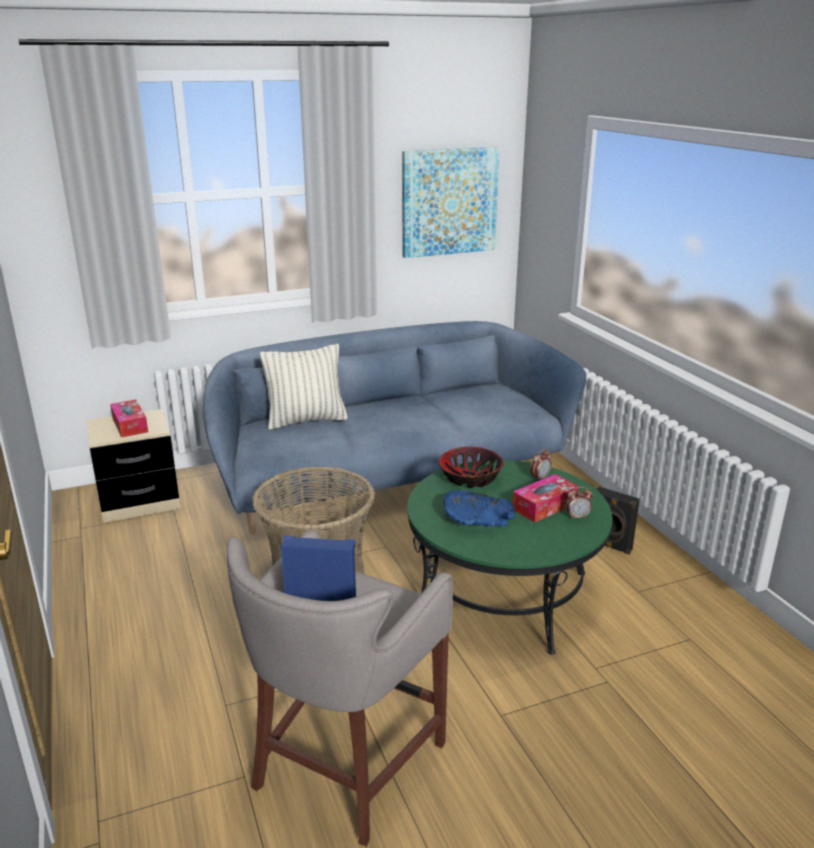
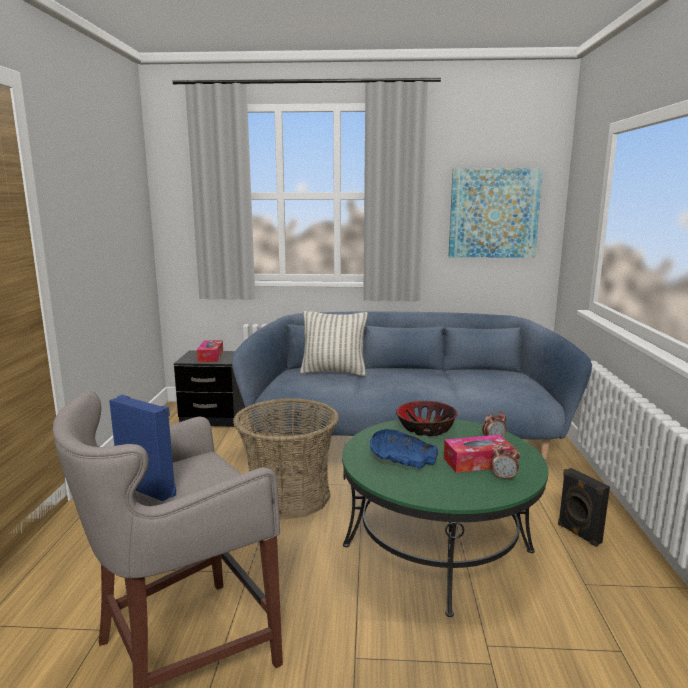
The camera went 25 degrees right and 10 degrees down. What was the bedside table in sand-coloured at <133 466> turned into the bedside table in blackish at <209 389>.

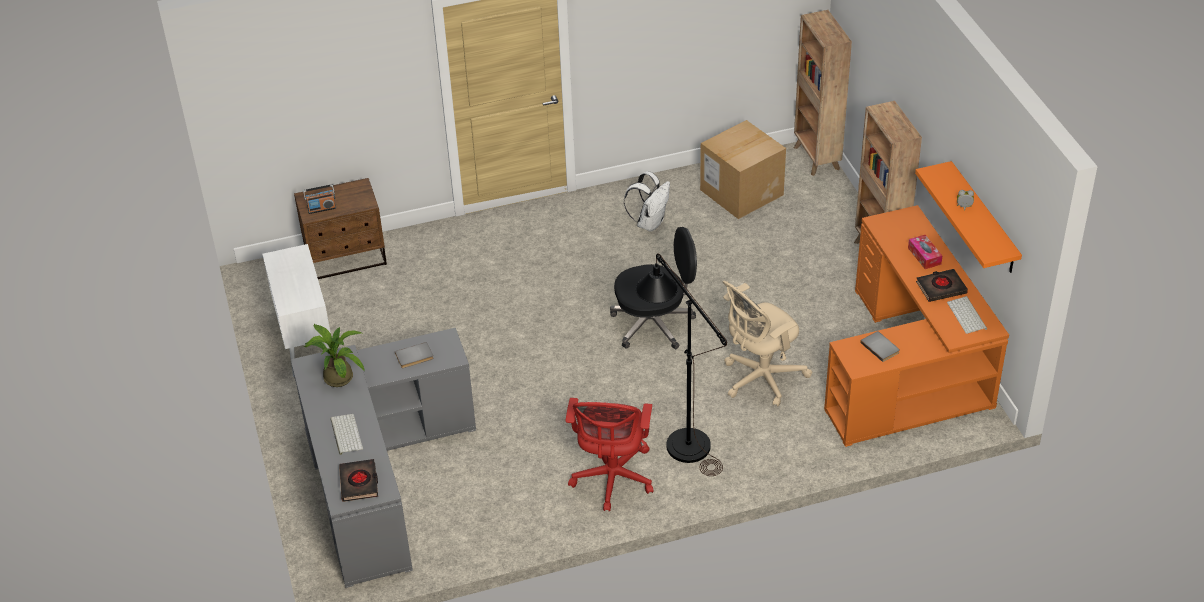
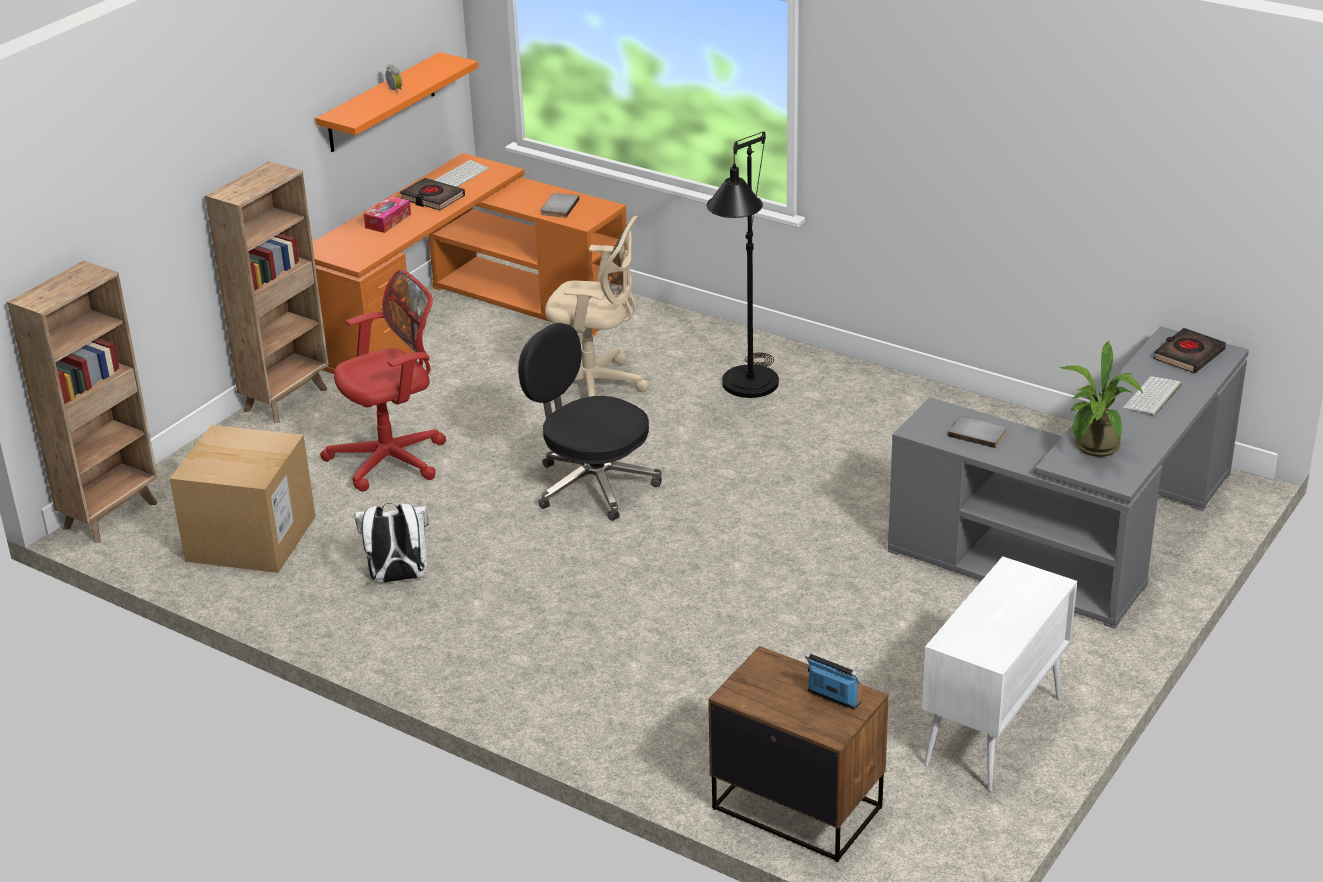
The camera went 130 degrees left and 10 degrees down. The office chair in reddish ended up elsewhere, having gone from <610 455> to <383 381>.

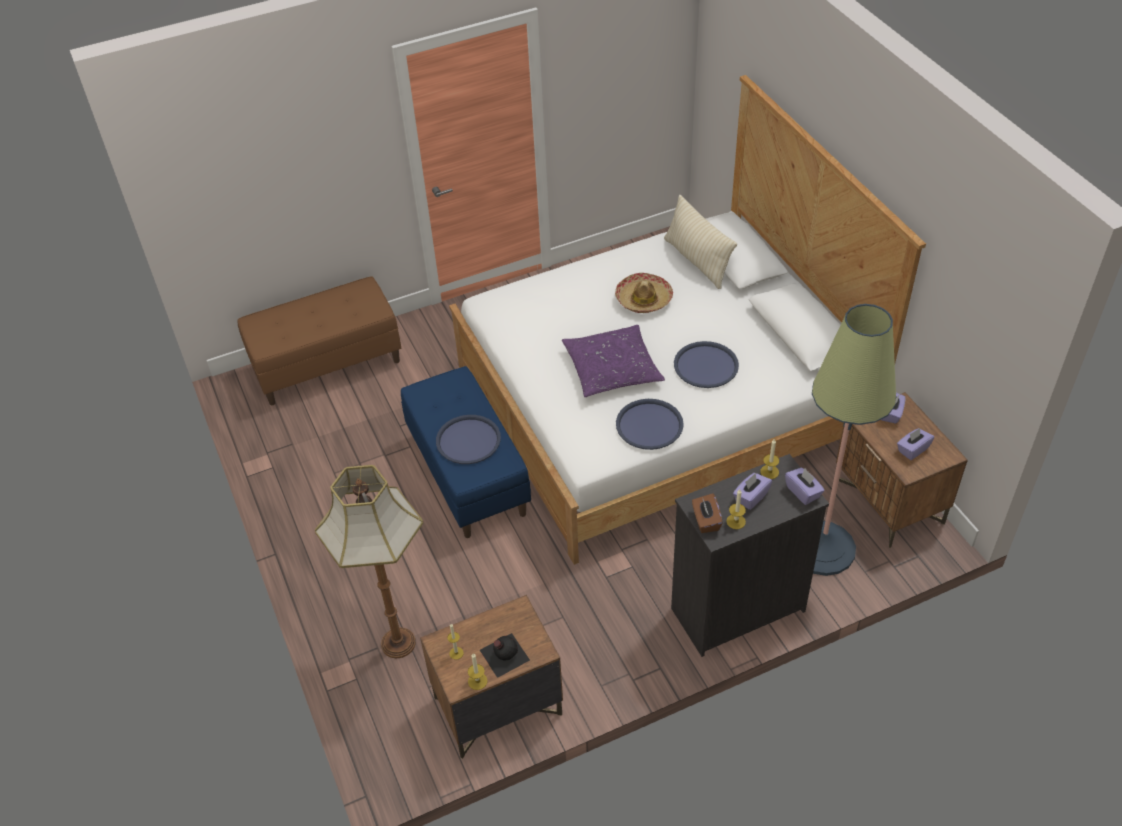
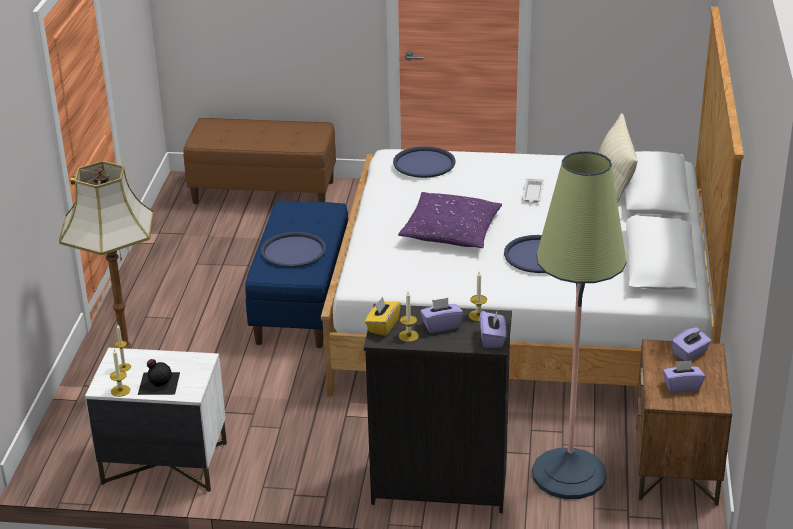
The camera went 30 degrees right and 15 degrees down. The carrying tray in blue-coloured ended up elsewhere, having gone from <650 424> to <424 162>. Where the hat stood at <644 293>, the carrying tray in whitish came to stand at <533 190>. What was the bedside table in brown-coloured at <491 677> turned into the bedside table in whitish at <156 420>. What was the tissue box in brown-coloured at <707 513> turned into the tissue box in yellowish at <383 316>.

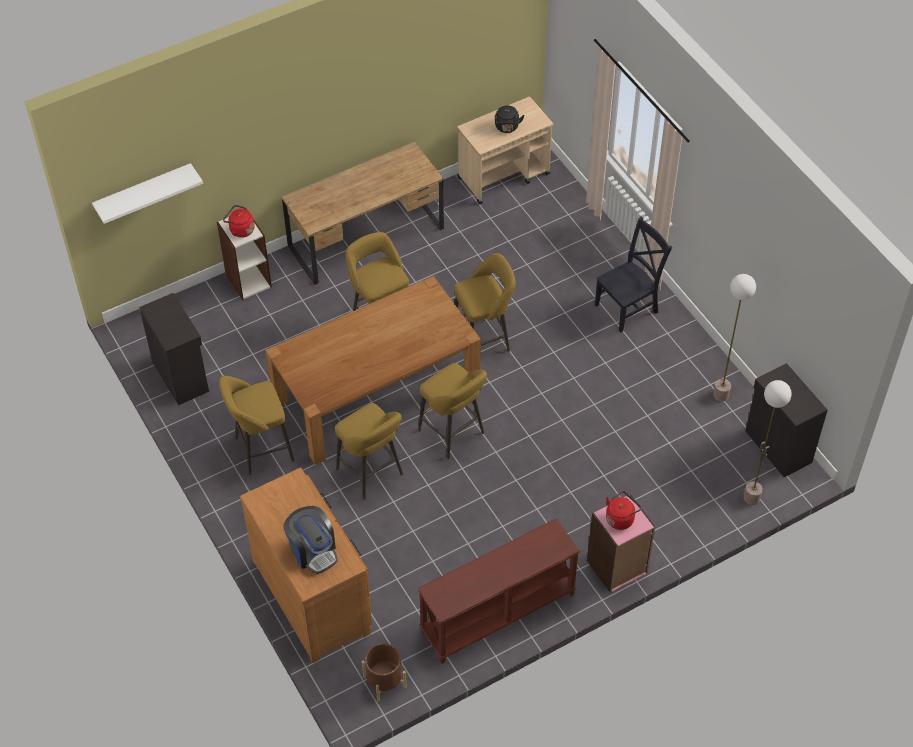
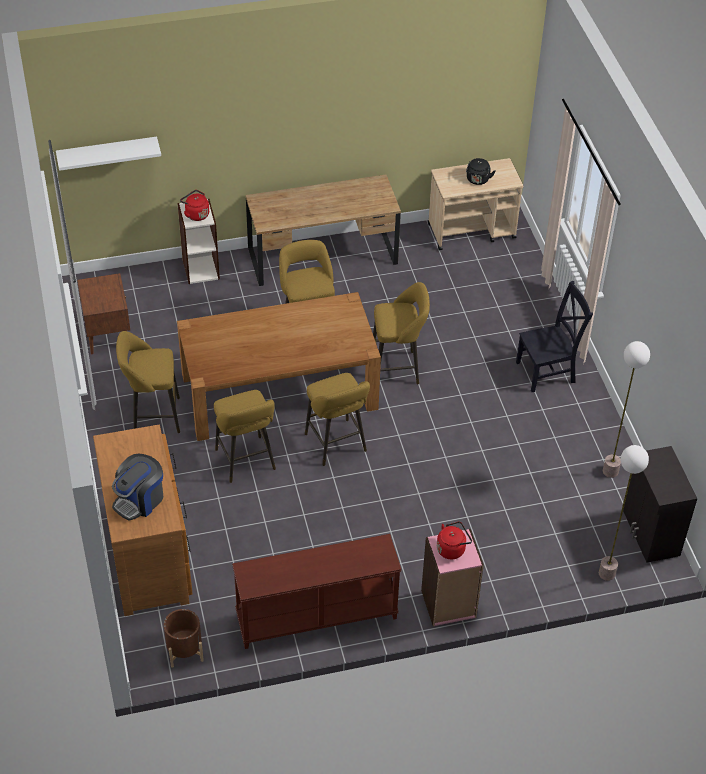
The camera went 15 degrees right and 5 degrees down. Where the storage cabinet in blackish stood at <174 349>, the bedside table in brown-coloured came to stand at <103 313>. The coffee brewer at <310 540> ended up facing another way, 60 degrees clockwise from before.

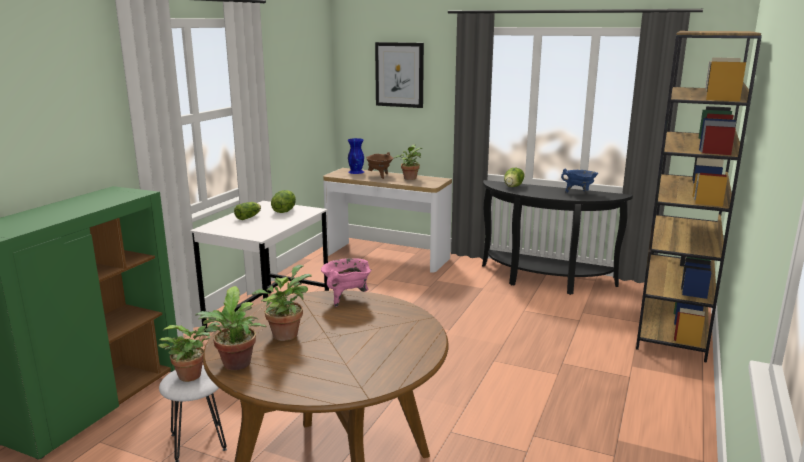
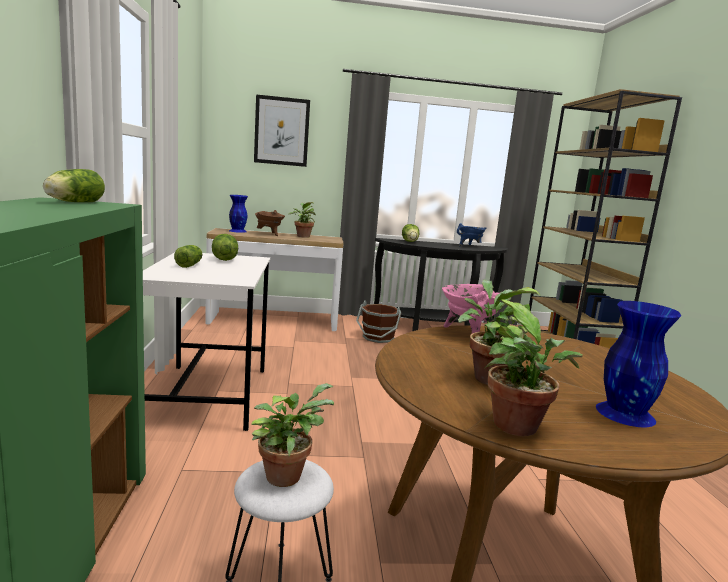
The camera went 30 degrees left and 5 degrees down. The second view gained the head of lettuce at <74 185>. The second view gained the water bucket in brown-coloured at <379 321>. The second view gained the vase in blue-coloured at <638 364>.

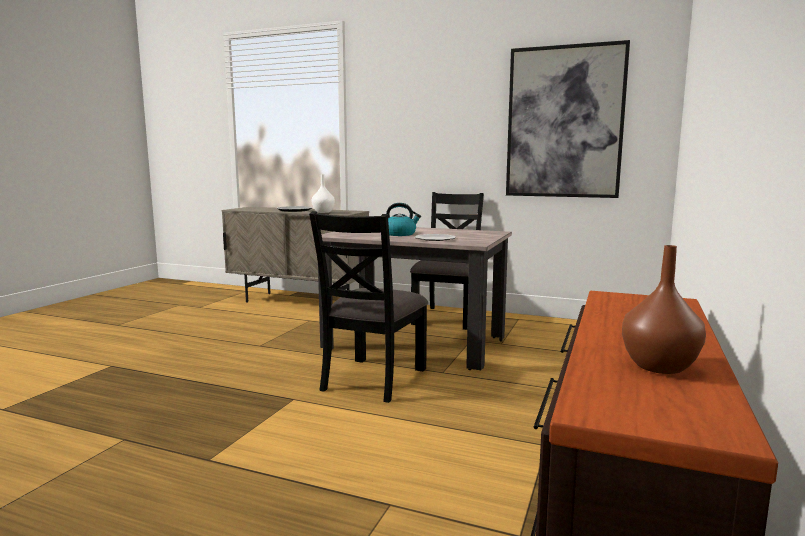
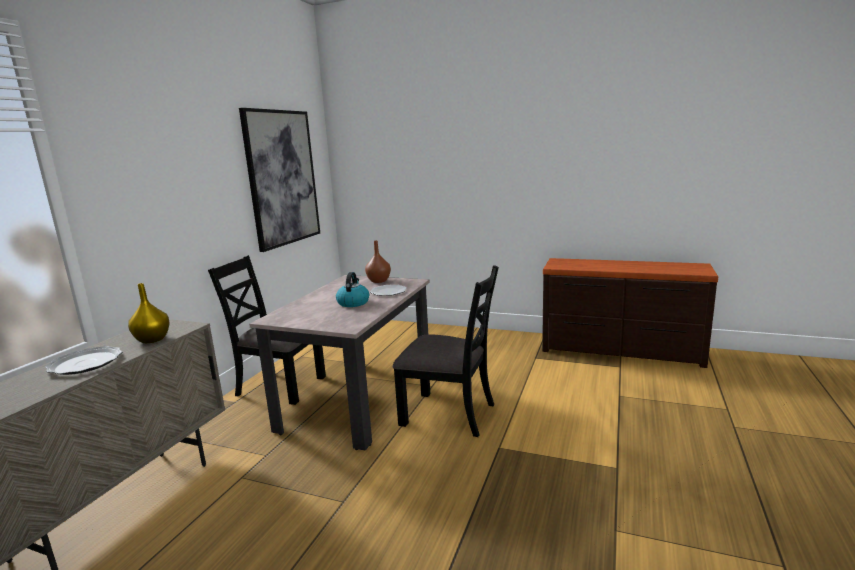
The camera went 90 degrees left and 5 degrees up. The vase in brown-coloured ended up elsewhere, having gone from <664 309> to <378 262>. What was the vase in whitish at <323 193> turned into the vase in yellowish at <149 313>.

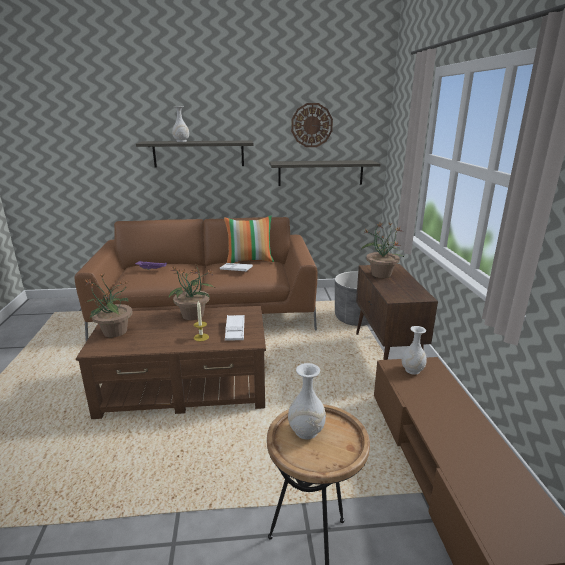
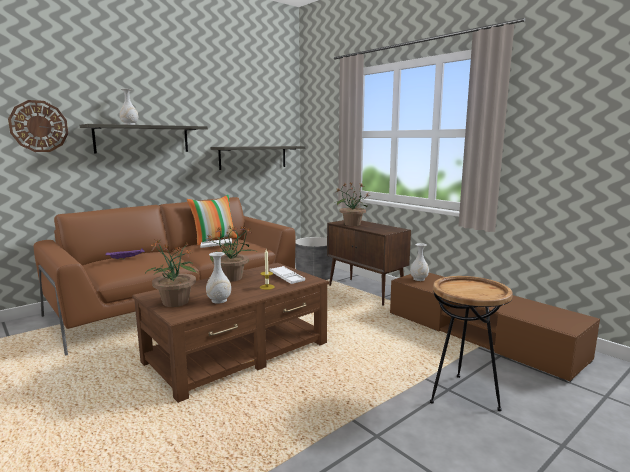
The camera went 35 degrees left and 10 degrees down. The vase in whitish ended up elsewhere, having gone from <307 401> to <218 278>. The clock on the wall ended up elsewhere, having gone from <312 125> to <38 126>.

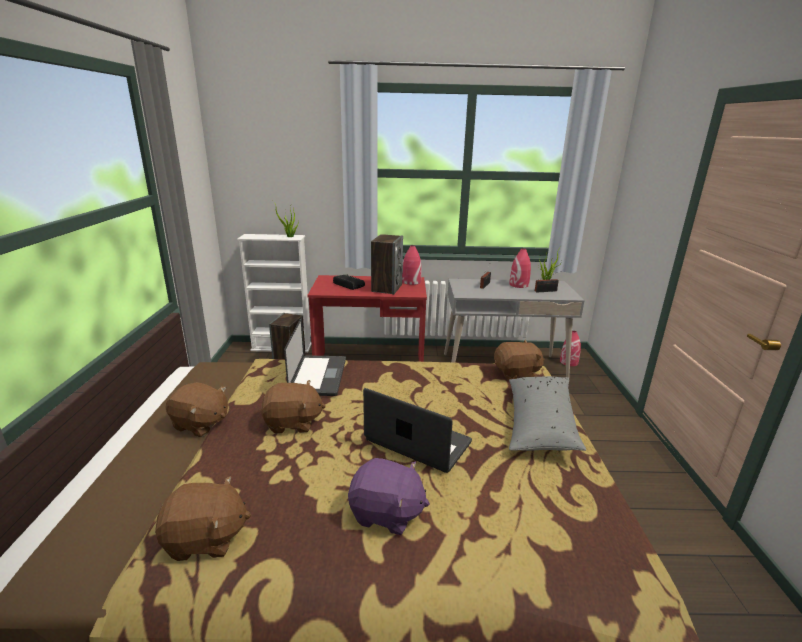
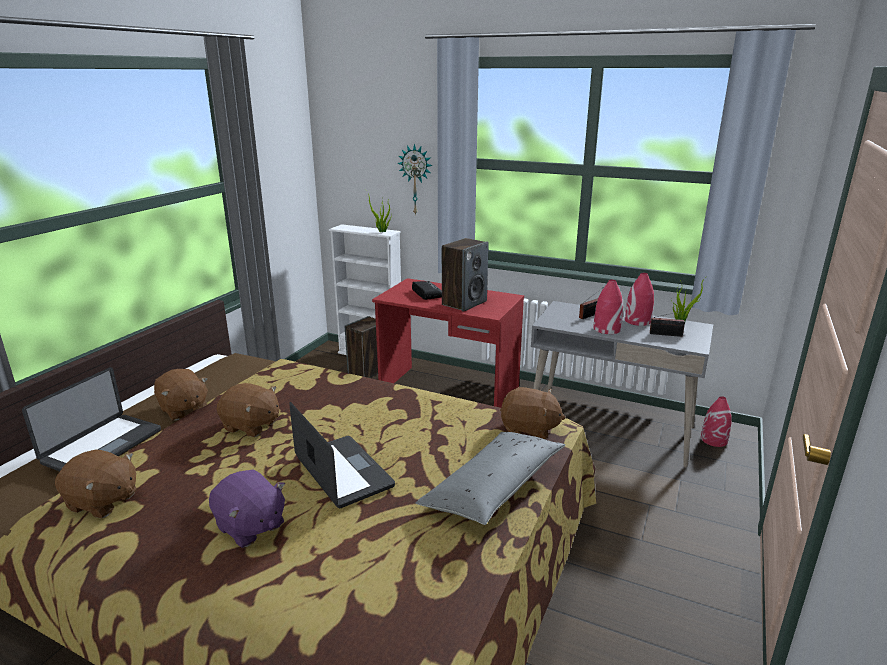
The camera went 25 degrees right and 0 degrees up. The second view gained the clock on the wall at <414 180>. The notebook computer ended up elsewhere, having gone from <315 356> to <91 419>. The vase in reddish ended up elsewhere, having gone from <411 265> to <608 306>.

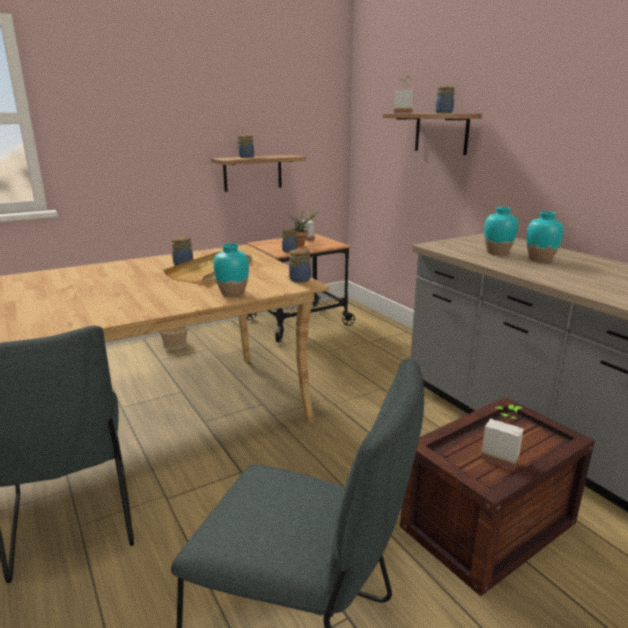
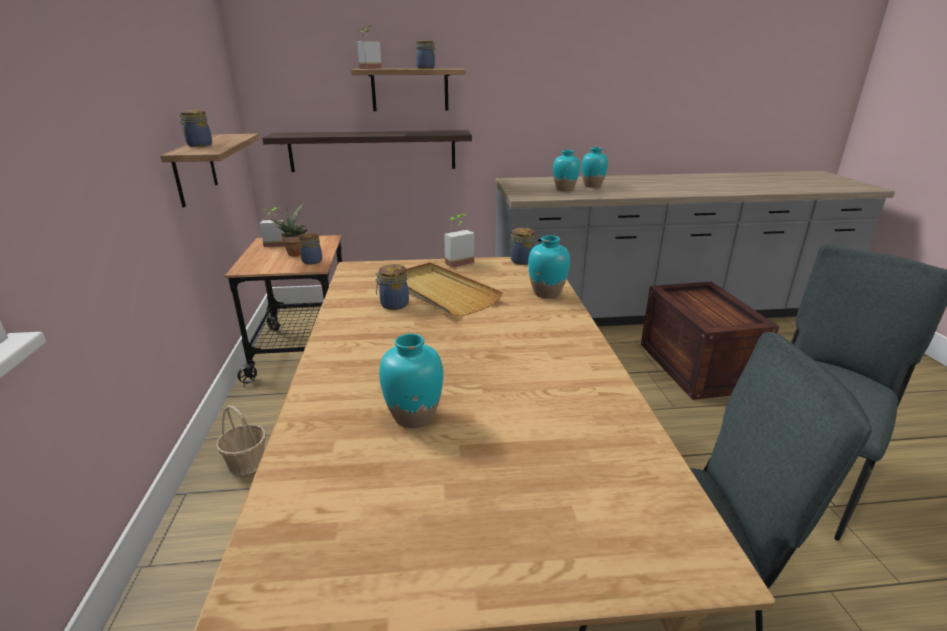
The camera went 65 degrees left and 5 degrees up. The second view gained the shelf at <367 151>. The second view gained the vase in turquoise at <411 381>. The plant in a pot ended up elsewhere, having gone from <502 437> to <459 241>.

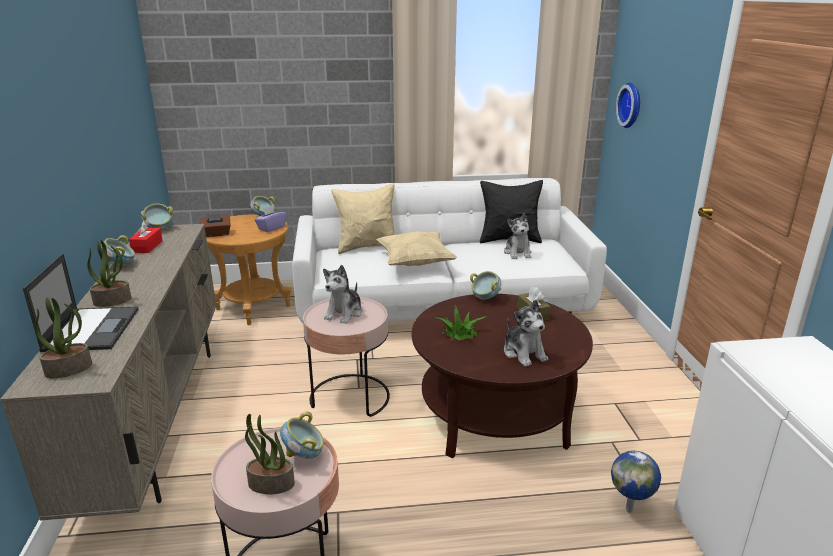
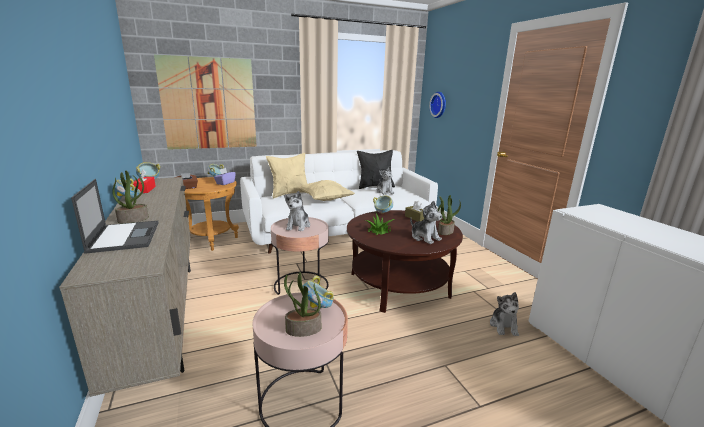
The camera went 15 degrees left and 5 degrees down. The second view gained the wall picture at <205 102>. The plant in a pot ended up elsewhere, having gone from <63 337> to <449 215>. Where the globe stood at <636 482>, the plush toy came to stand at <504 314>.

